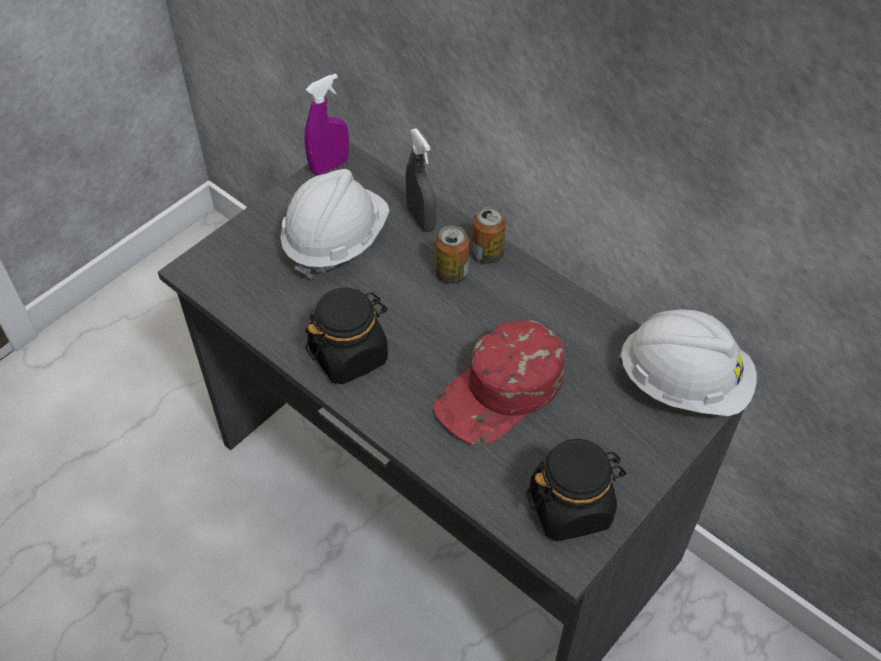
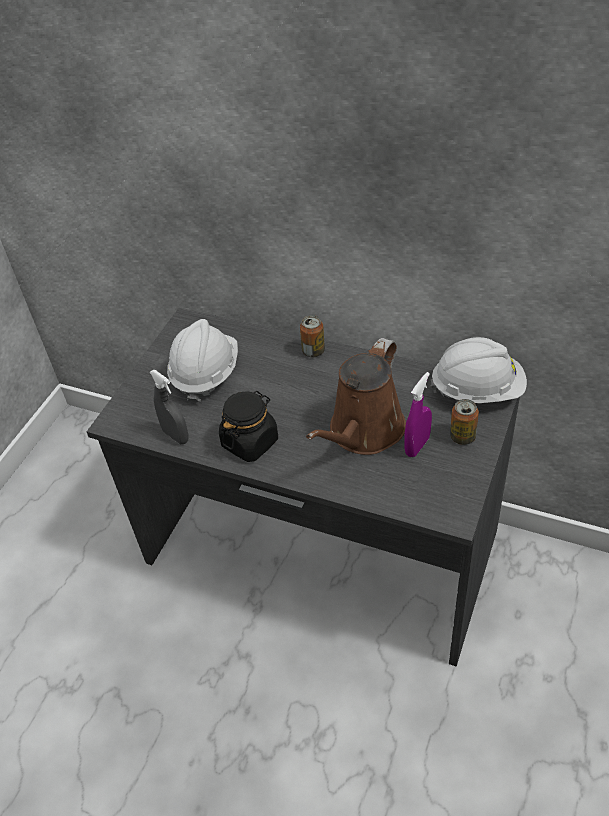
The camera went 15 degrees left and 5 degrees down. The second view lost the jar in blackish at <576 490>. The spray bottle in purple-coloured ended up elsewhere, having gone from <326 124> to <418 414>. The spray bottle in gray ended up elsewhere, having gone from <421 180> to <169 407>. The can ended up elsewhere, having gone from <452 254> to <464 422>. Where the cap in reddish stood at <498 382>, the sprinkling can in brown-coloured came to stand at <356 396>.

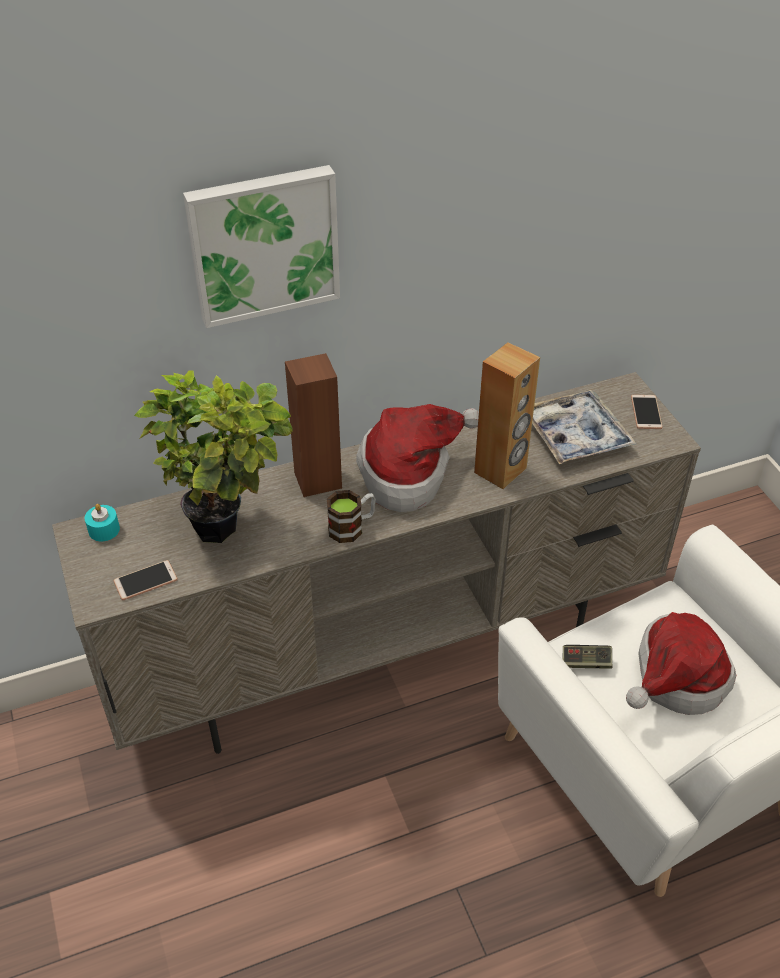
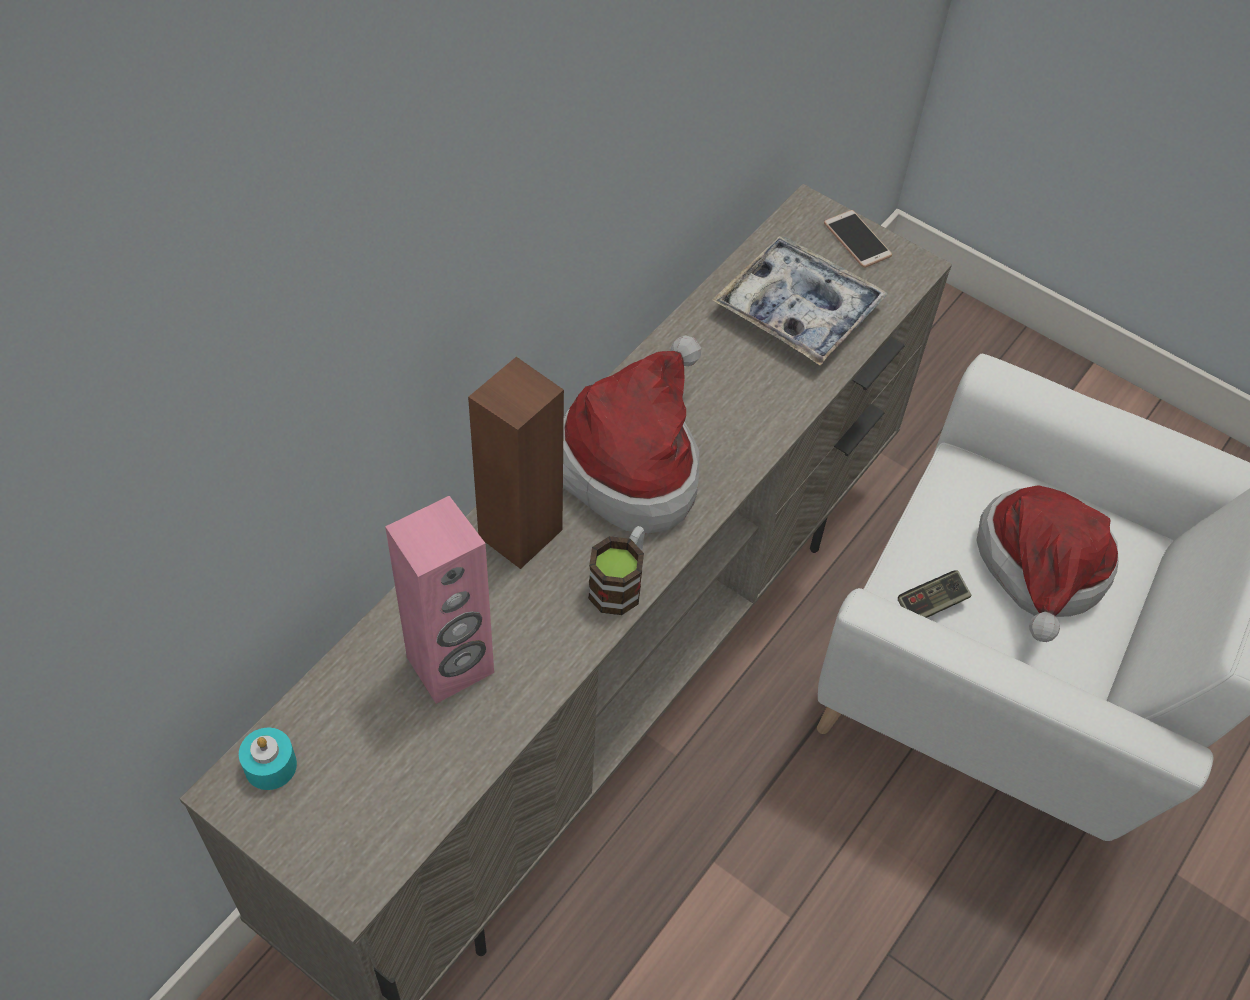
The camera went 35 degrees left and 10 degrees up. The second view lost the phone at <146 580>. The second view lost the wall picture at <261 246>. The second view lost the audio speaker in brown-coloured at <507 415>. Where the plant in a pot stood at <213 456>, the audio speaker in pink came to stand at <439 600>.

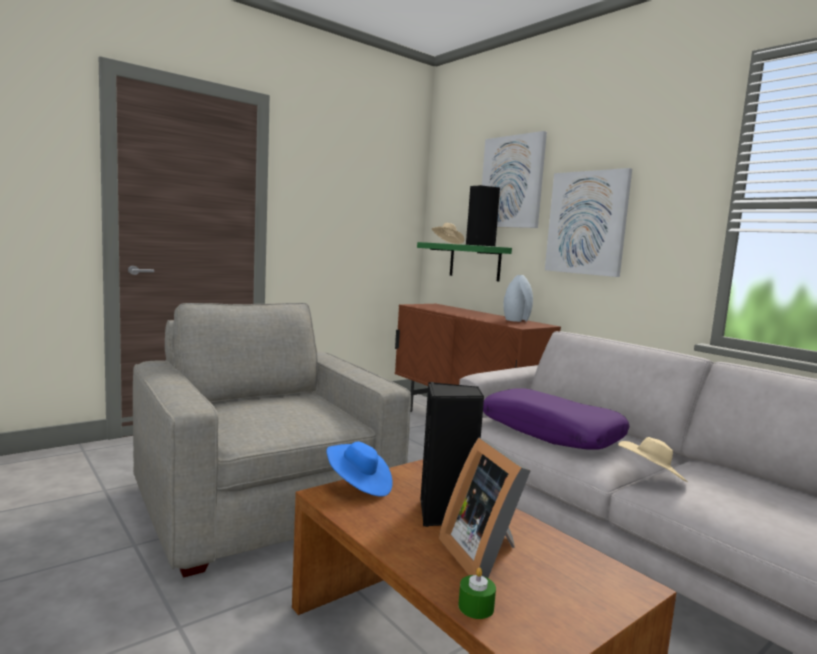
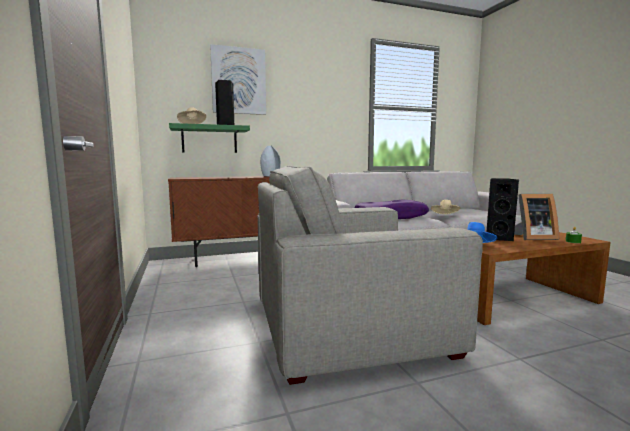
The camera went 70 degrees left and 0 degrees up. The second view lost the wall picture at <588 222>.

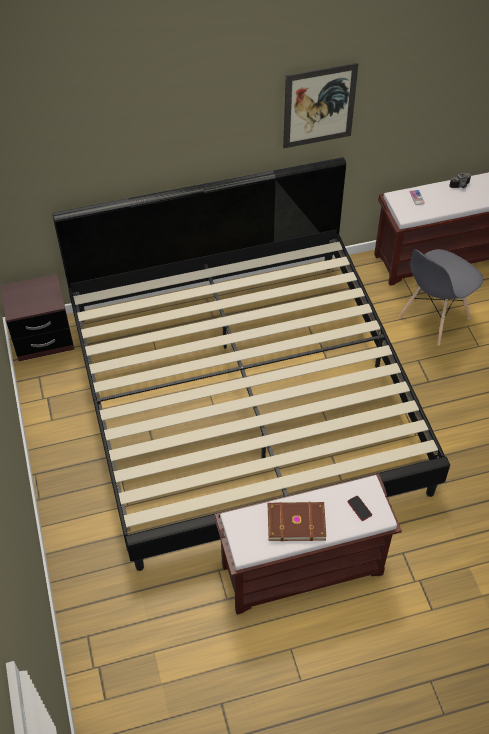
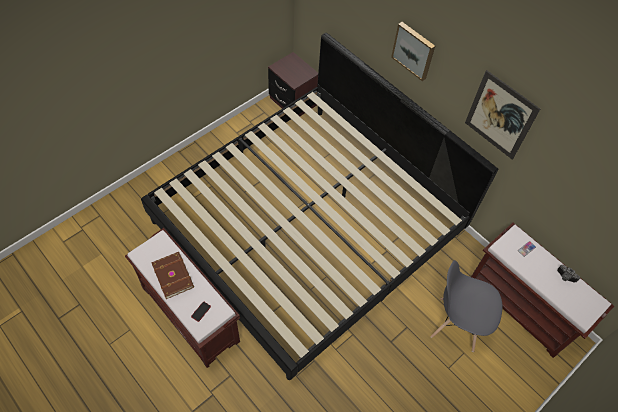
The camera went 60 degrees right and 5 degrees up. The second view gained the wall picture at <413 51>.

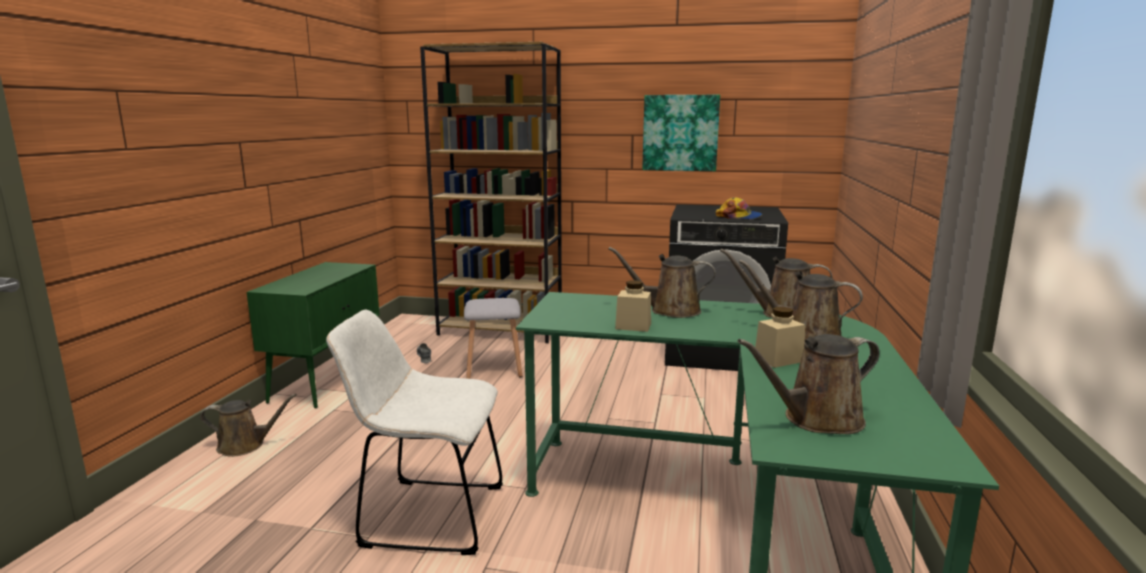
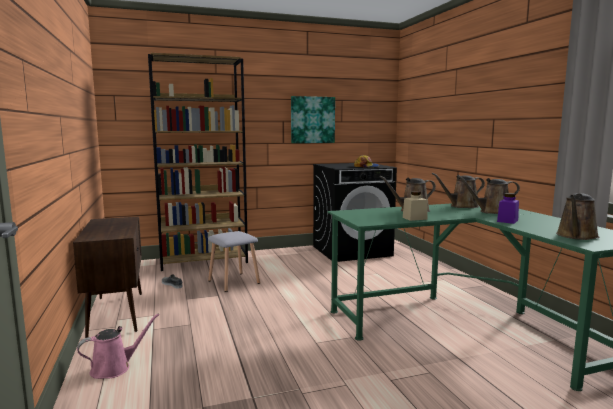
The camera went 30 degrees left and 5 degrees down. The second view lost the chair in whitish at <414 432>. What was the sprinkling can in brown-coloured at <248 425> turned into the sprinkling can in pink at <118 346>. What was the storage cabinet in green-coloured at <313 335> turned into the storage cabinet in brown-coloured at <107 277>. What was the jar in sand-coloured at <779 337> turned into the jar in purple-coloured at <508 208>.

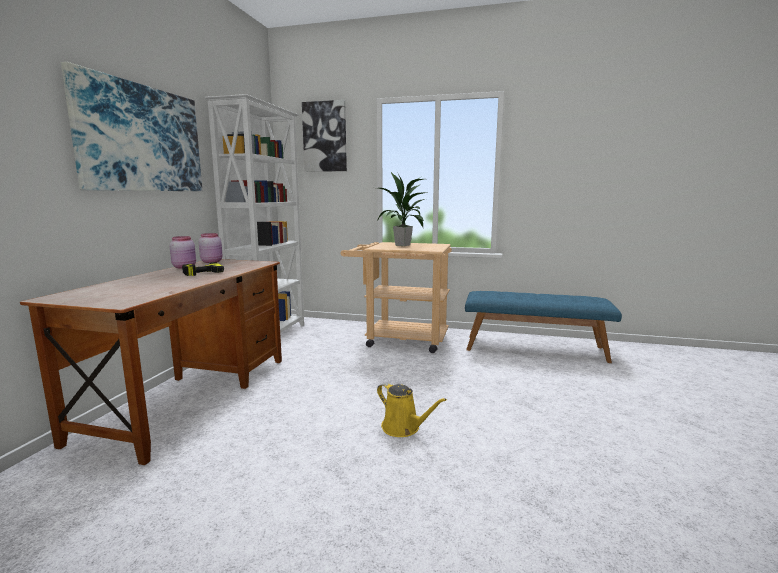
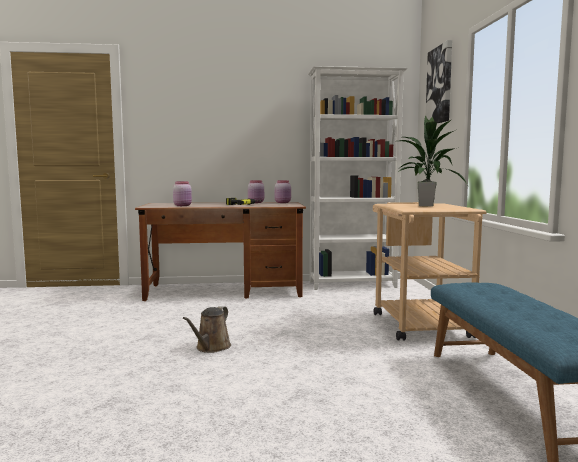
The camera went 70 degrees right and 5 degrees down. The second view lost the wall picture at <131 126>. The second view gained the jar in pink at <182 193>. What was the sprinkling can in yellowish at <412 409> turned into the sprinkling can in brown-coloured at <207 329>.

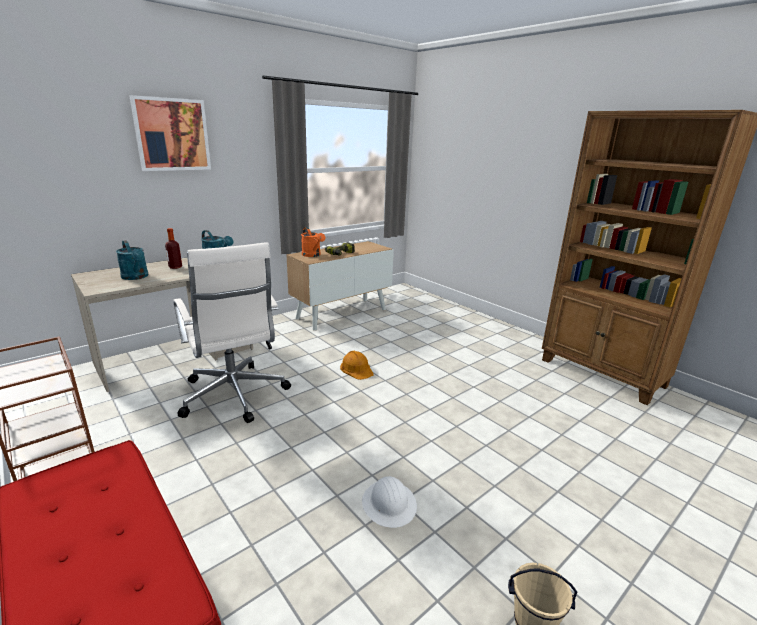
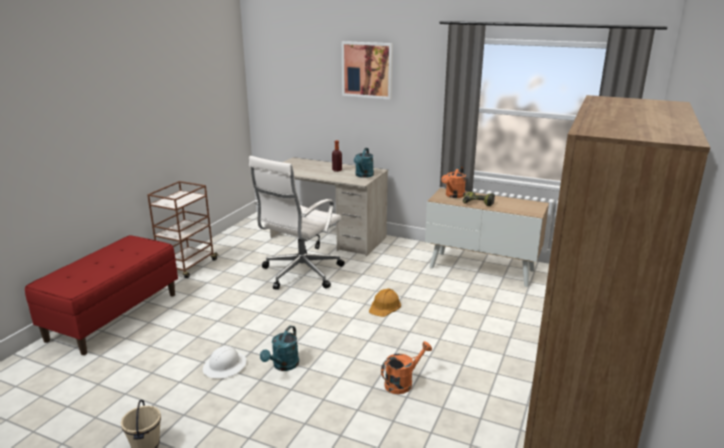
The camera went 65 degrees right and 0 degrees up. The second view gained the sprinkling can in orange-coloured at <406 367>. The sprinkling can in turquoise ended up elsewhere, having gone from <132 260> to <279 348>.

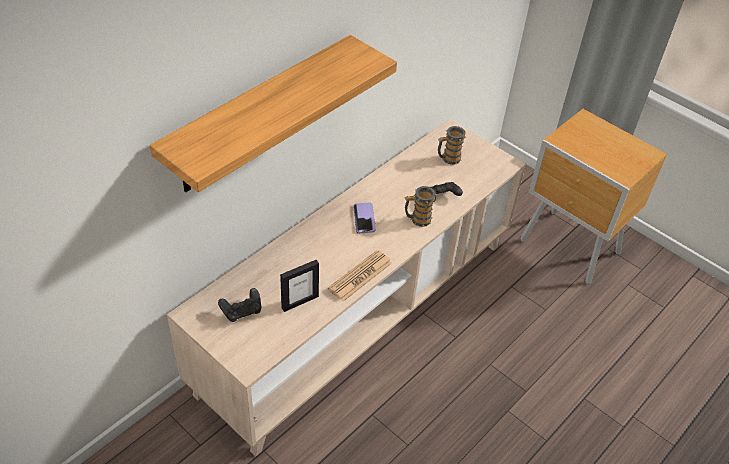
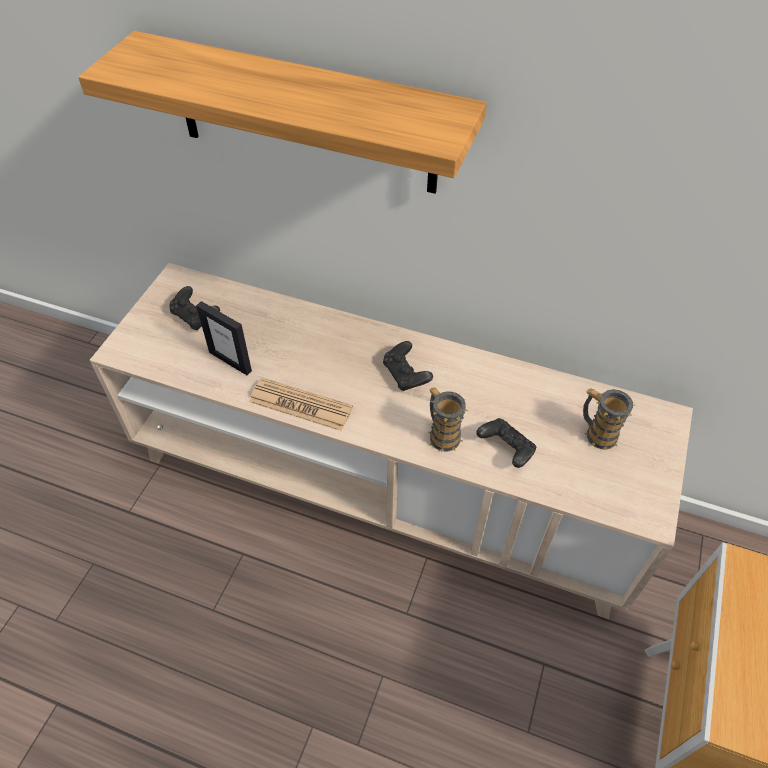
The camera went 70 degrees right and 5 degrees up. Where the phone stood at <364 218>, the joypad in blackish came to stand at <408 366>.

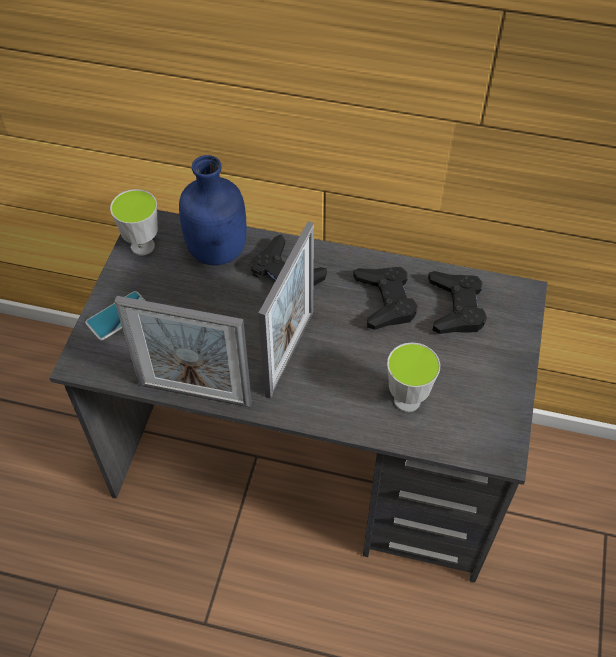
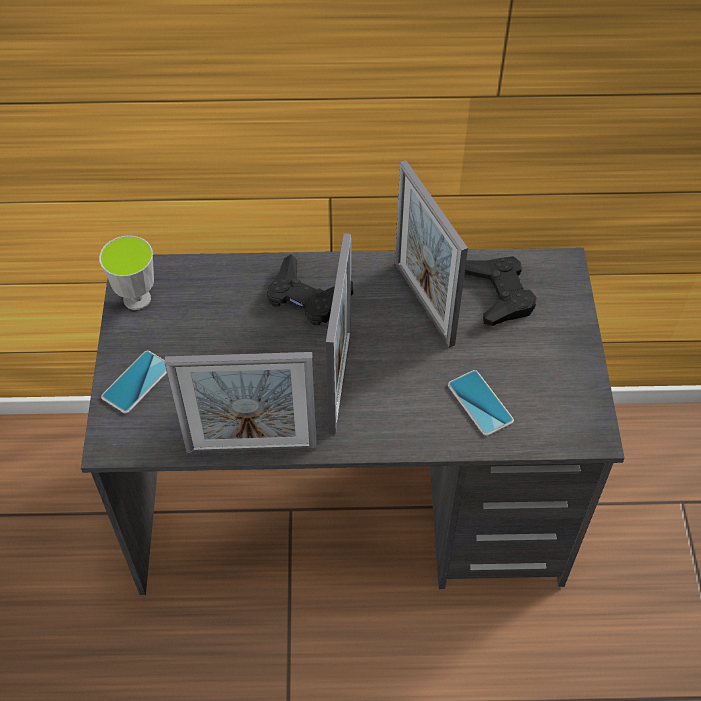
The camera went 15 degrees left and 0 degrees up. The second view lost the beverage bottle in blue-coloured at <213 210>. Where the joypad in blackish stood at <385 298>, the photo frame came to stand at <431 254>. Where the cup stood at <413 377>, the phone came to stand at <481 403>.

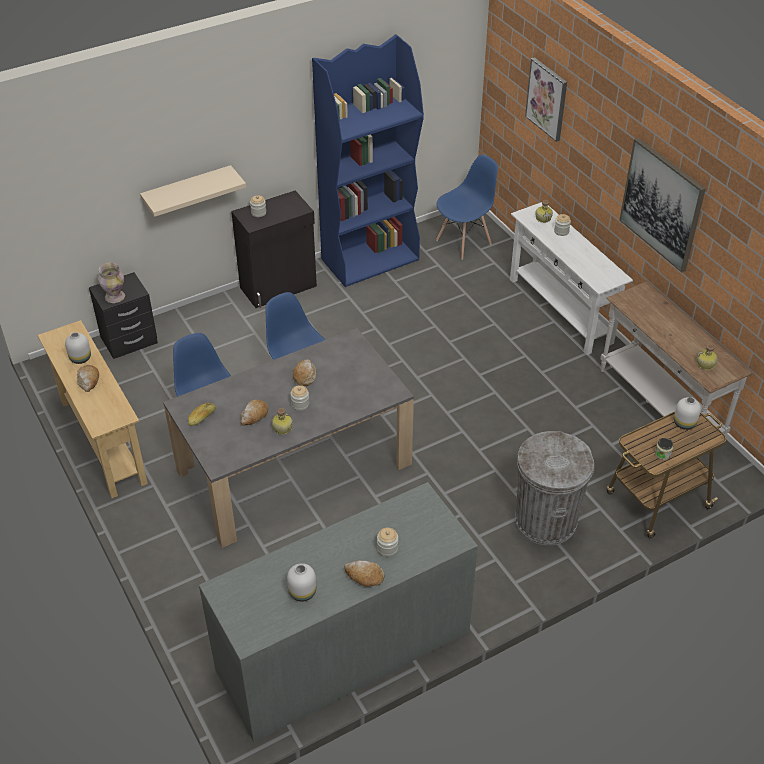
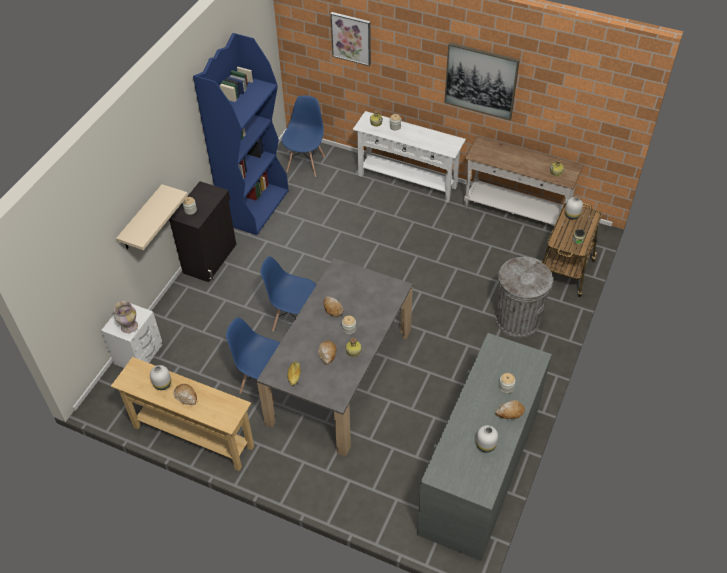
The camera went 35 degrees left and 5 degrees up. What was the bedside table in blackish at <123 315> turned into the bedside table in whitish at <131 336>.

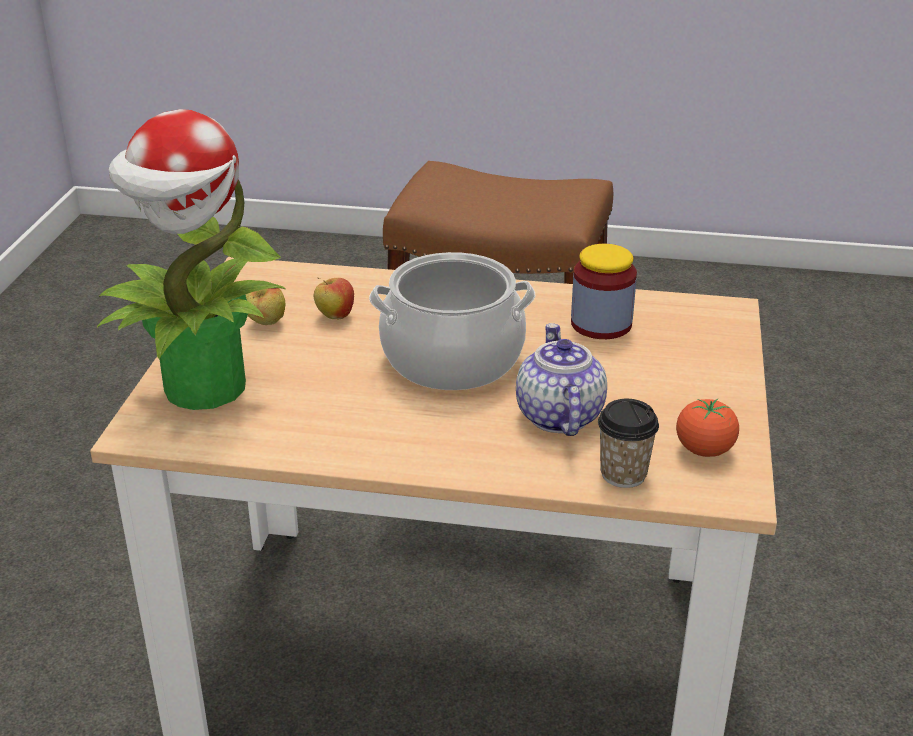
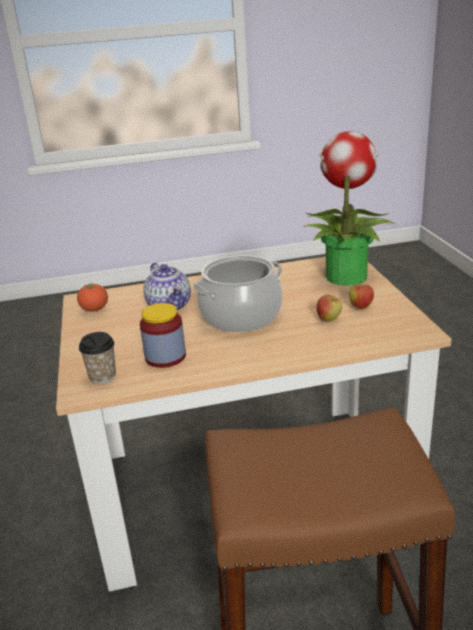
The camera went 160 degrees right and 5 degrees down. The cup ended up elsewhere, having gone from <628 443> to <97 358>.

